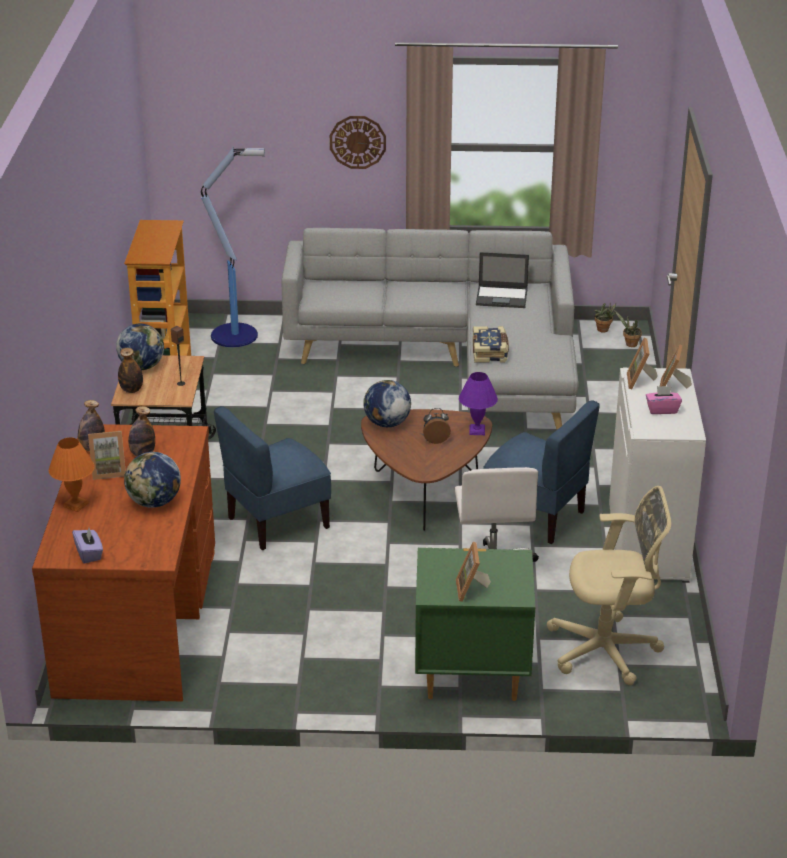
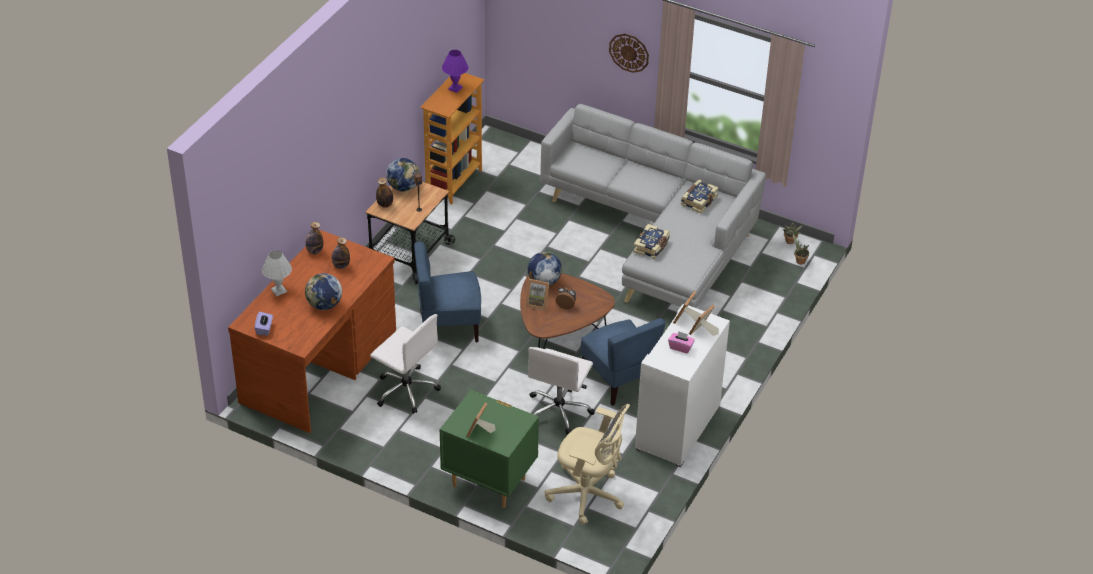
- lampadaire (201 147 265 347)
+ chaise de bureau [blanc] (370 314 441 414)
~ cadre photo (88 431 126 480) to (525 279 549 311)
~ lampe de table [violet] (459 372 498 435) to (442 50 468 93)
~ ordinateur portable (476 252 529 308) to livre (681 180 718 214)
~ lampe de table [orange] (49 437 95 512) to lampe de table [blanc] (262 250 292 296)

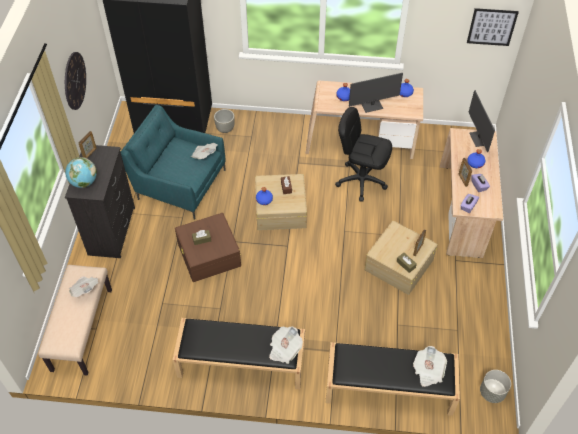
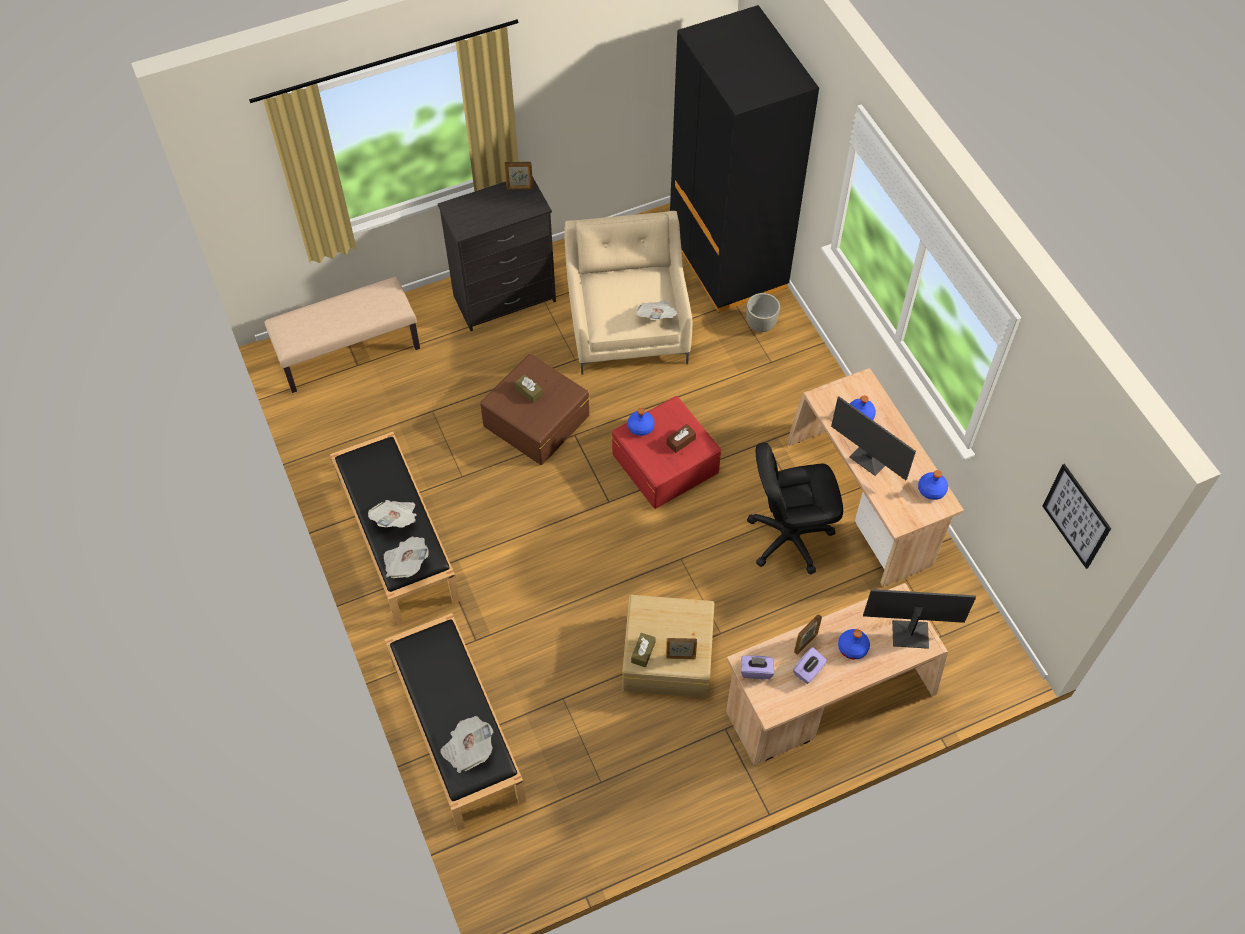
- horloge murale (65 52 86 110)
- globe (65 157 97 188)
- cache-pot [gris] (480 370 511 403)
~ journal (69 276 98 297) to (368 500 417 528)
~ fauteuil [turquoise] (120 105 226 220) to fauteuil [beige] (565 211 692 375)
~ boîte de rangement [beige] (255 174 307 230) to boîte de rangement [rouge] (612 396 721 509)
~ chaise de bureau [noir] (335 107 392 202) = (747 443 843 574) 90 degrees counterclockwise
~ écran d'ordinateur (469 90 495 152) = (863 589 976 649) 45 degrees clockwise

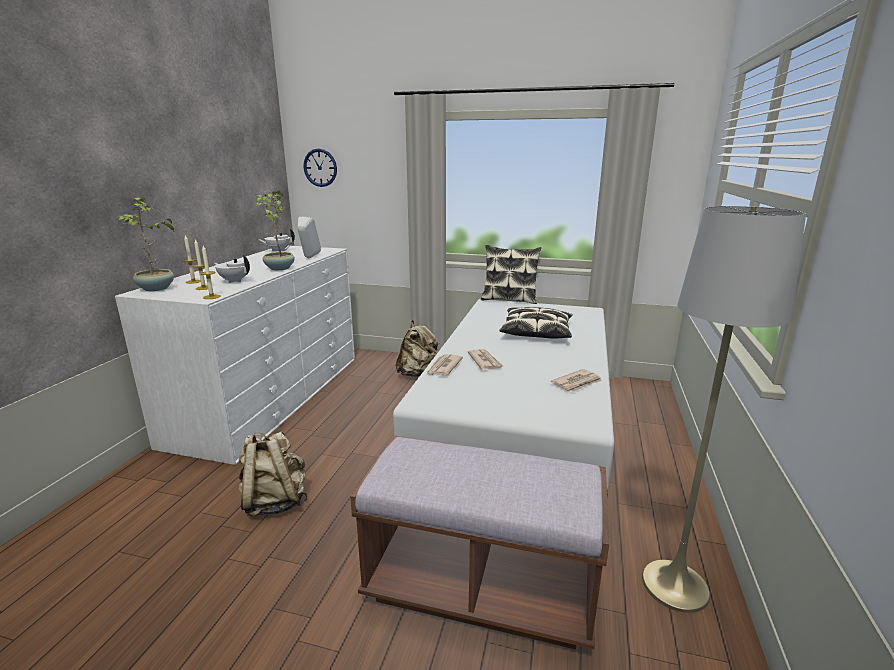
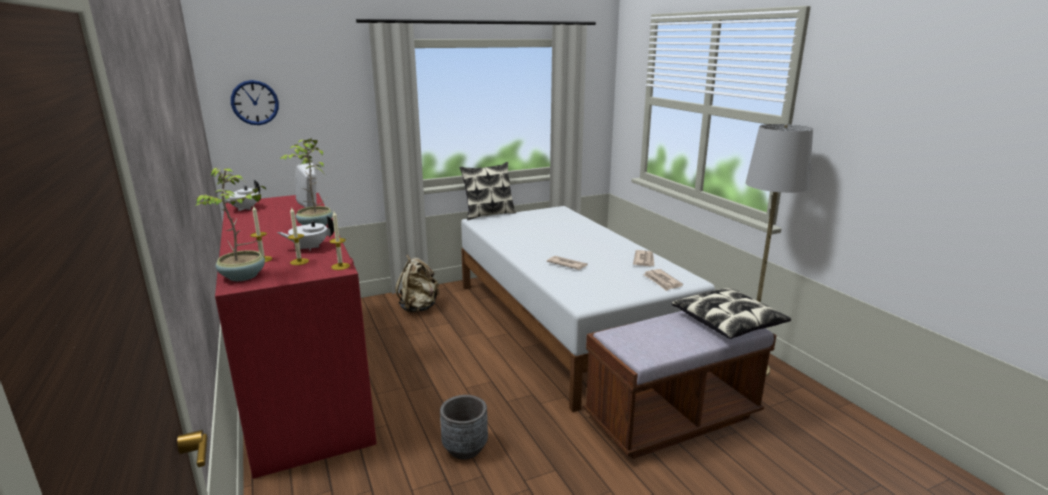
~ journal (426 354 463 376) to (643 269 683 291)
~ coussin (499 307 572 338) to (671 288 791 339)
~ sac à dos [beige] (238 431 307 517) to cache-pot [gris] (440 395 488 459)
~ commode [blanc] (115 246 355 465) to commode [rouge] (215 193 376 479)

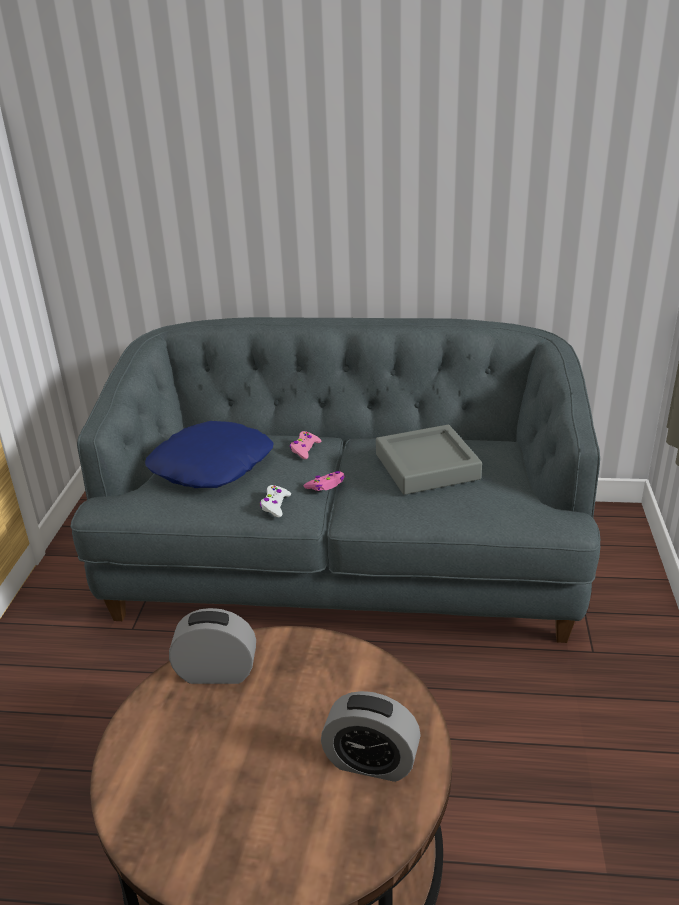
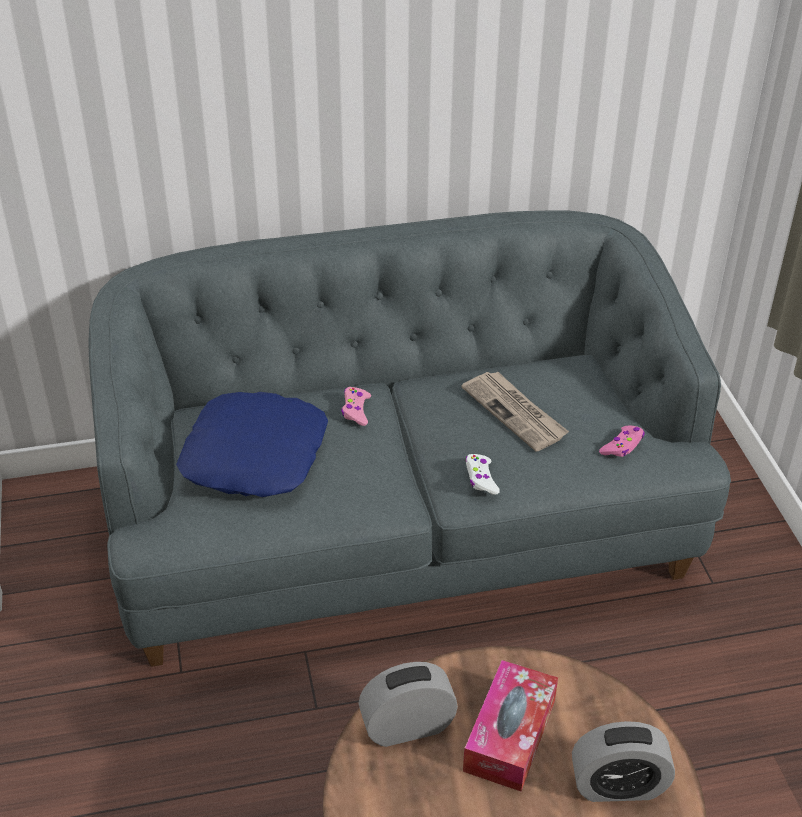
+ boîte à mouchoirs (463 660 558 791)
~ manette [blanc] (260 485 291 517) to (466 454 500 495)
~ manette [rose] (303 471 345 491) to (599 425 645 457)
~ plateau [gris] (376 425 482 495) to journal (462 372 569 451)

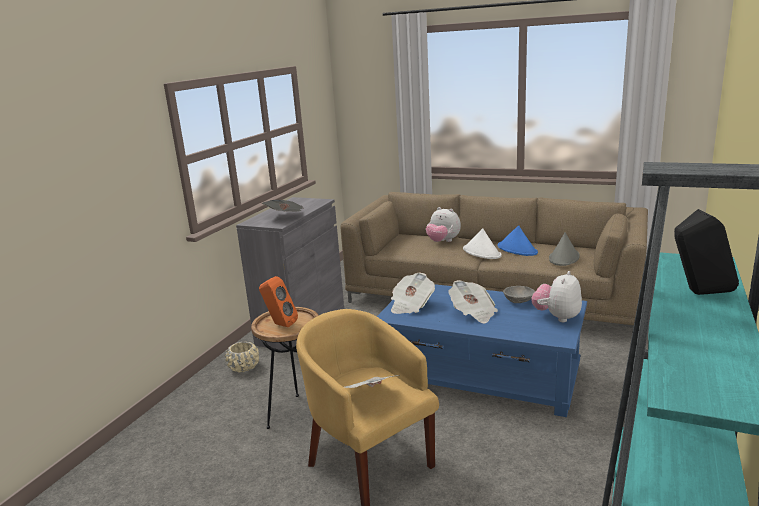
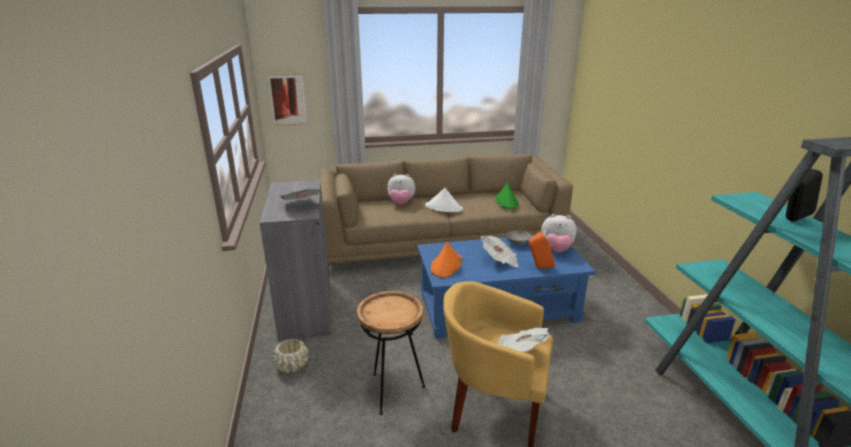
- chapeau [bleu] (497 225 538 256)
+ tableau (268 73 308 125)
~ enceinte [orange] (259 276 298 327) to (529 231 555 269)
~ journal (391 273 435 314) to chapeau [orange] (431 242 462 278)
~ chapeau [gris] (549 232 580 266) to chapeau [vert] (495 182 519 209)
~ peluche (531 271 582 322) = (541 214 577 253) 75 degrees counterclockwise

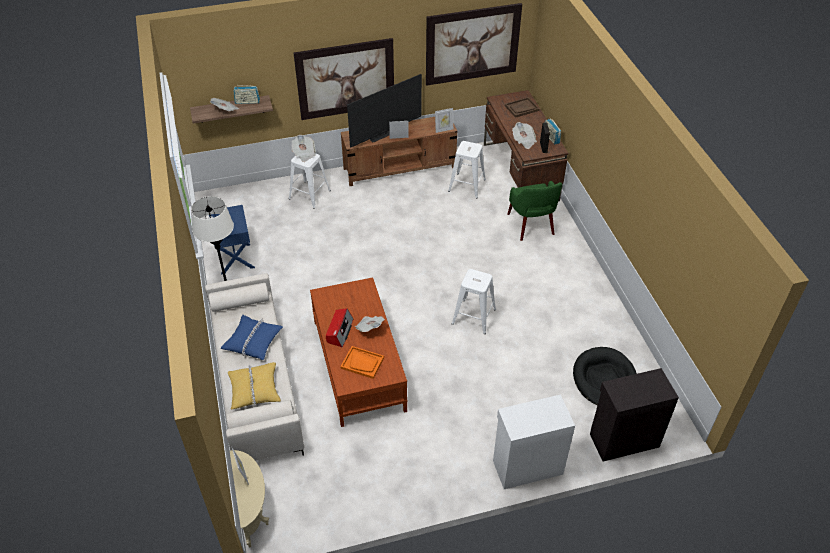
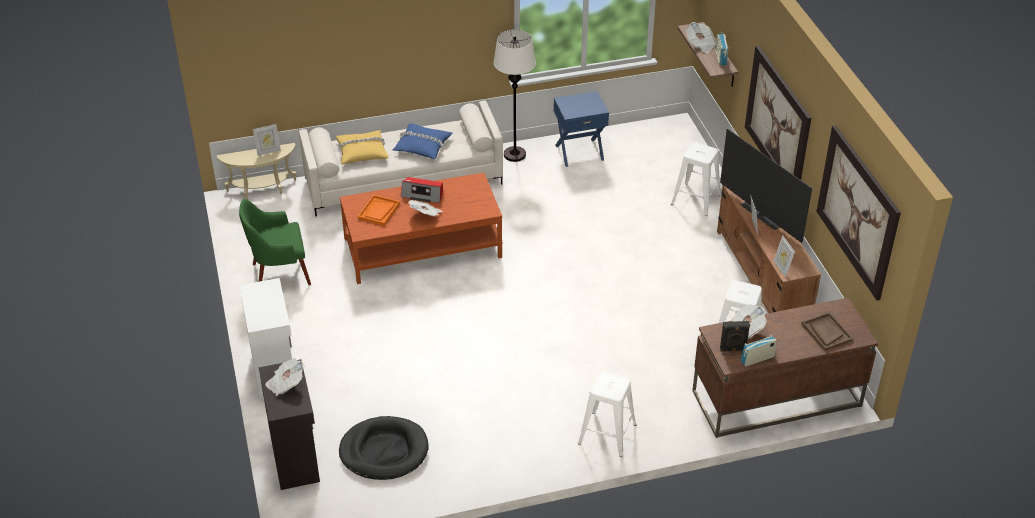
~ journal (291 135 316 162) to (266 358 304 396)
~ tabouret [blanc] (451 269 496 334) to (578 371 637 457)
~ fauteuil [vert] (507 181 562 241) to (239 199 311 285)

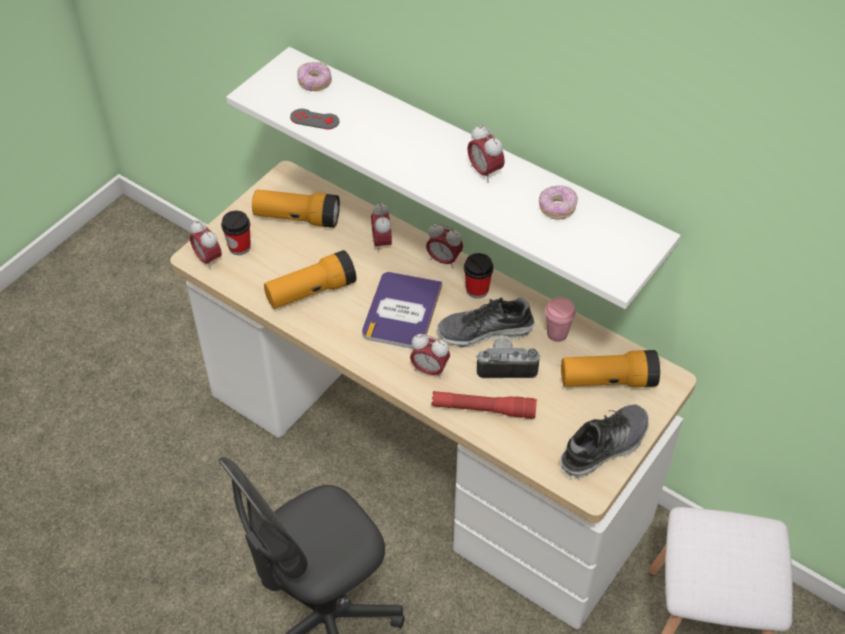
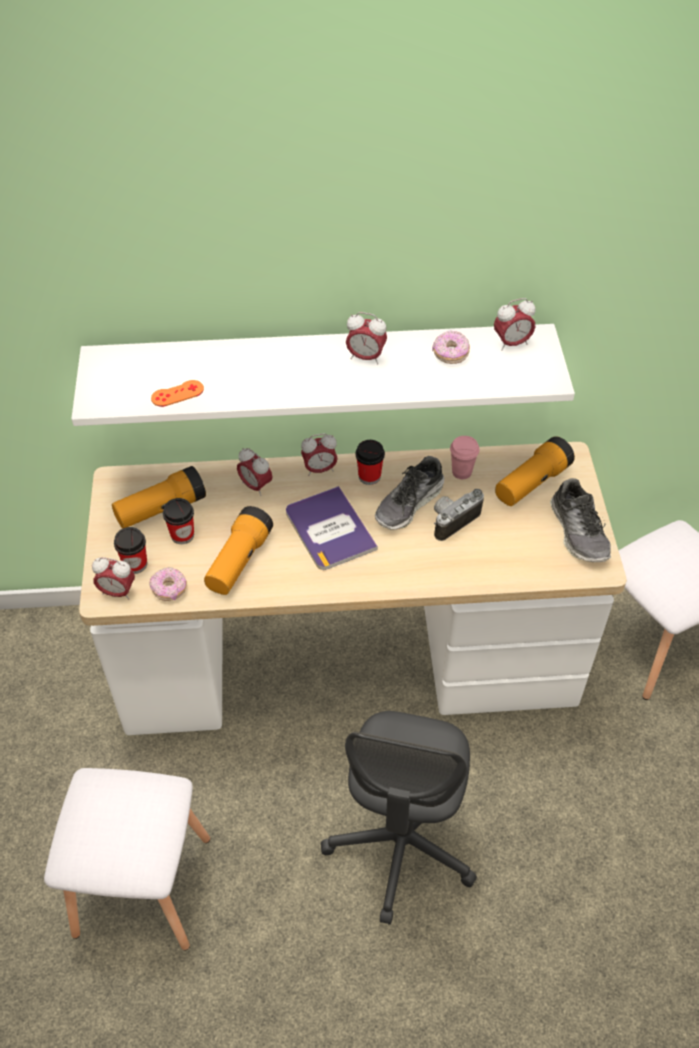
- lampe de poche [rouge] (431 391 537 419)
+ tabouret [blanc] (44 768 210 951)
+ tasse (163 498 194 544)
~ beignet (297 62 332 91) to (150 567 187 601)
~ réveil (410 334 450 379) to (494 298 536 351)
~ manette [gris] (290 109 339 129) to manette [orange] (151 380 204 407)
~ chaussure (560 404 650 479) = (550 478 611 562) 150 degrees clockwise

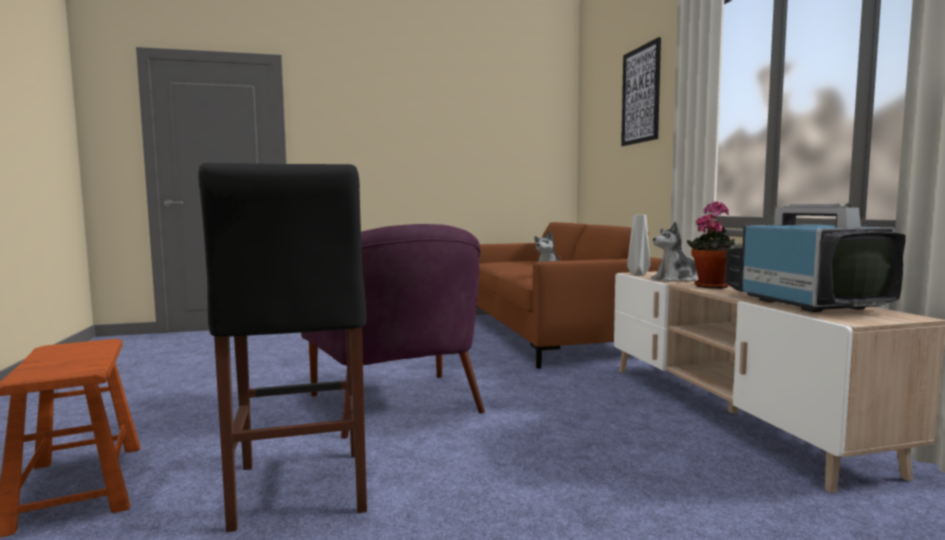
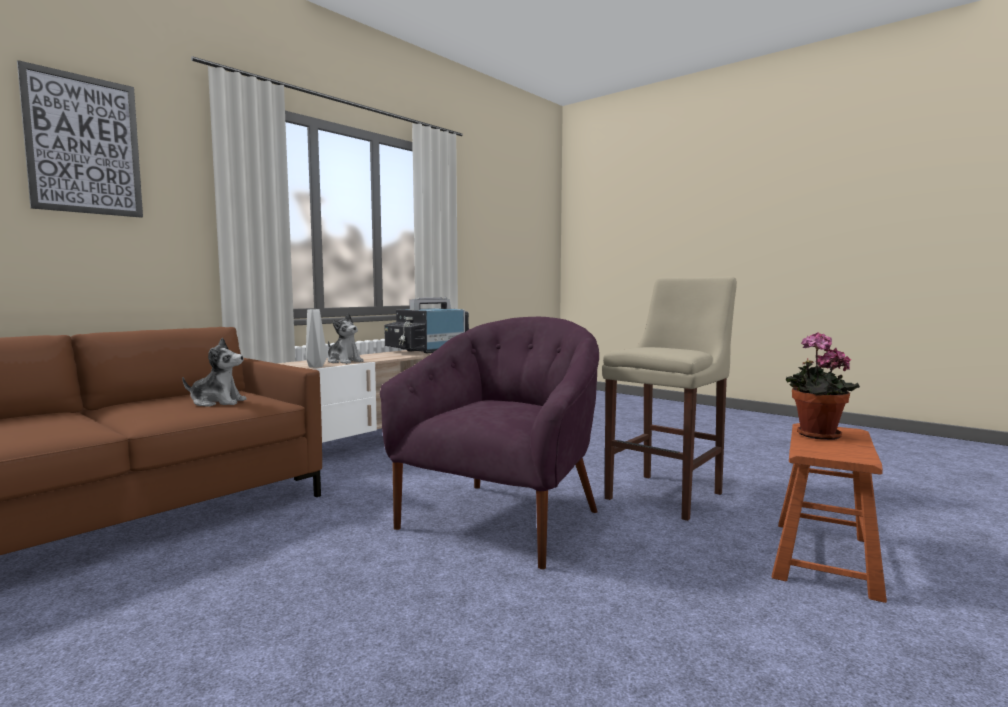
~ plante en pot (687 201 735 289) to (786 332 860 440)
~ tabouret [noir] (198 163 367 532) to tabouret [beige] (602 277 737 521)

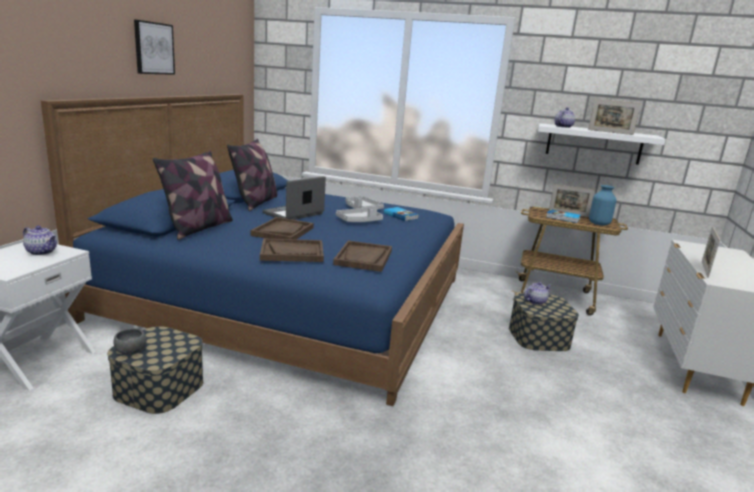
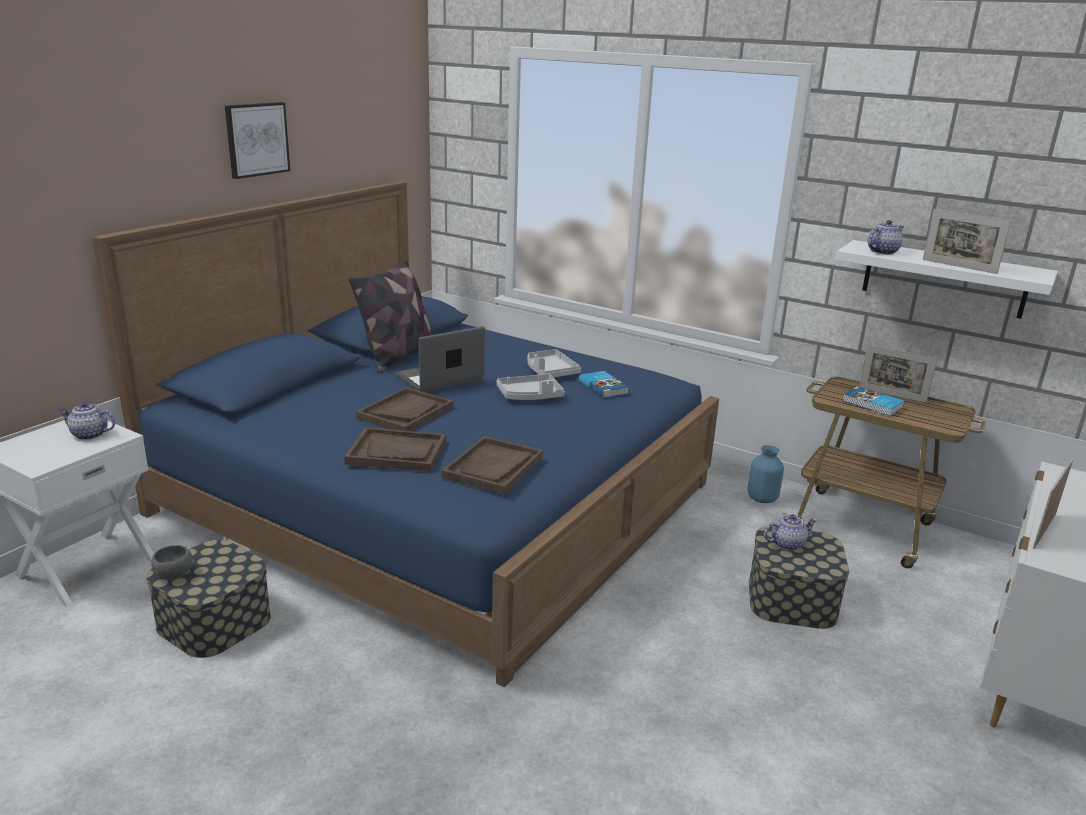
- coussin (153 151 233 240)
~ vase [bleu] (589 185 617 226) to (748 445 784 503)
~ théière (23 226 57 255) = (58 402 115 440) 150 degrees clockwise

